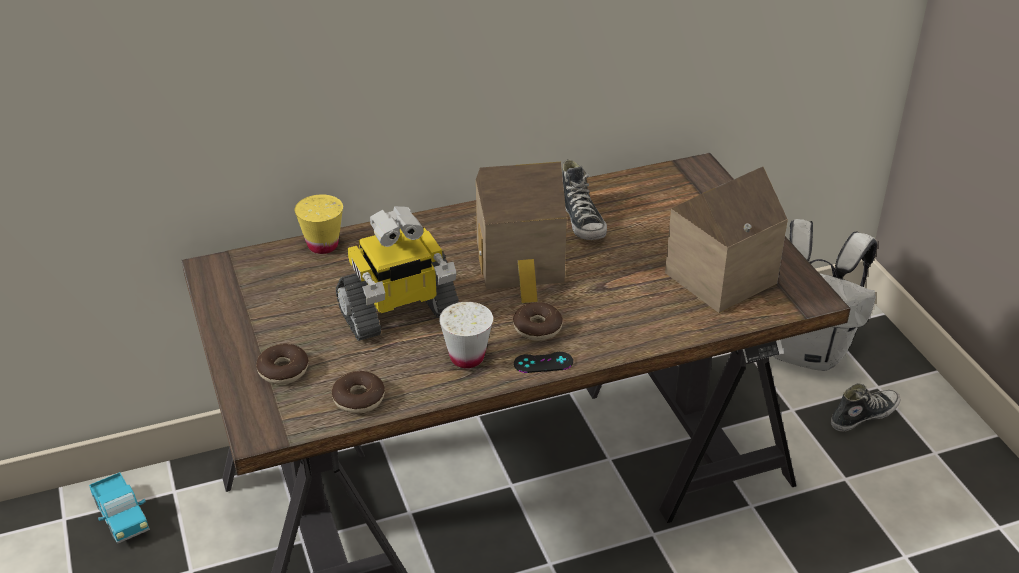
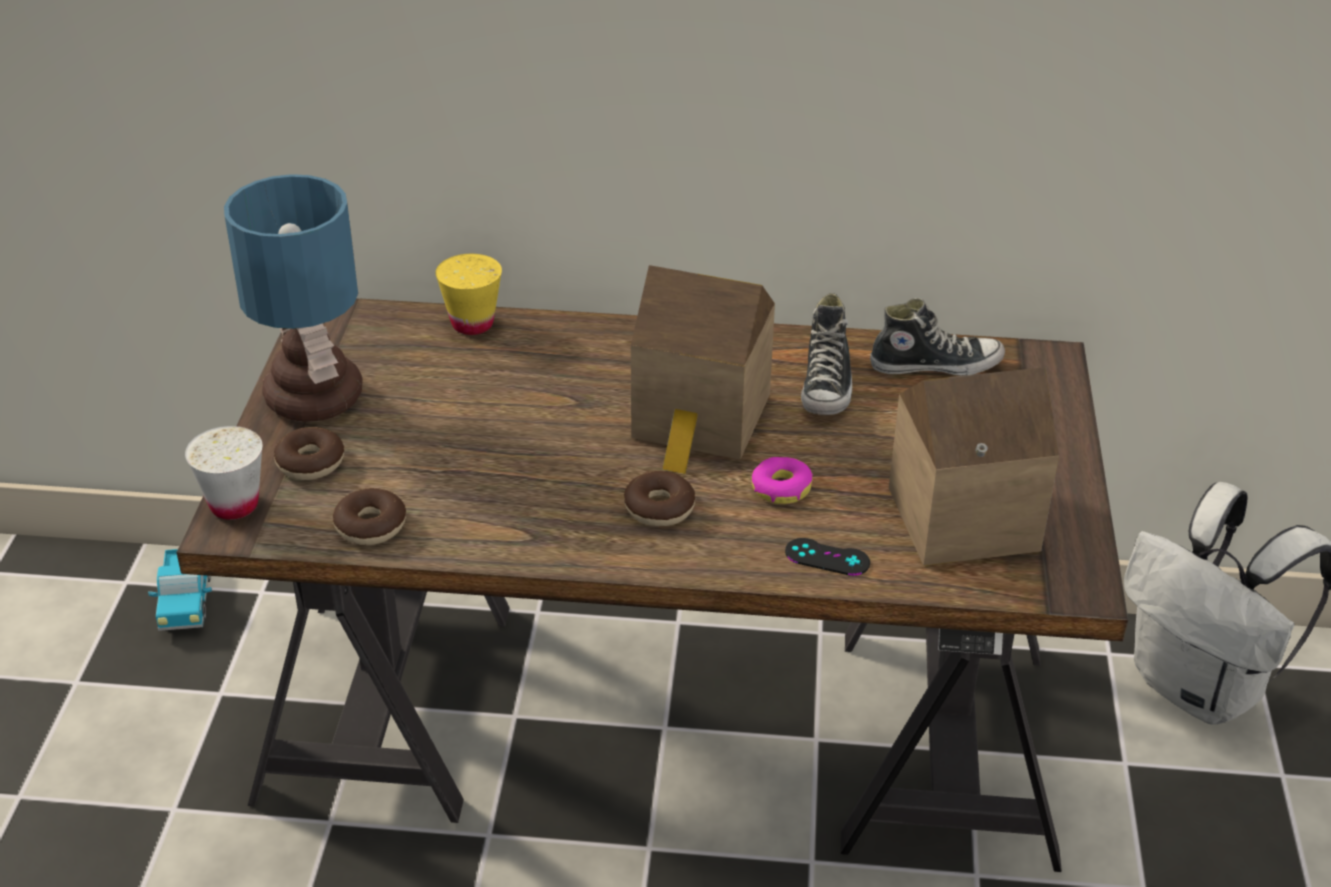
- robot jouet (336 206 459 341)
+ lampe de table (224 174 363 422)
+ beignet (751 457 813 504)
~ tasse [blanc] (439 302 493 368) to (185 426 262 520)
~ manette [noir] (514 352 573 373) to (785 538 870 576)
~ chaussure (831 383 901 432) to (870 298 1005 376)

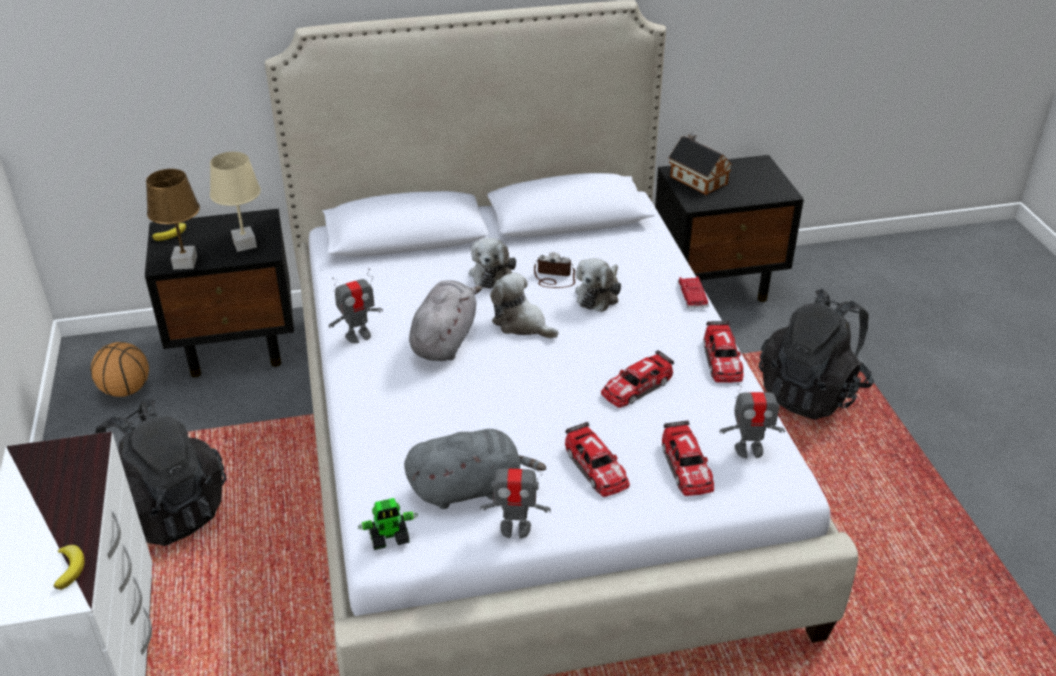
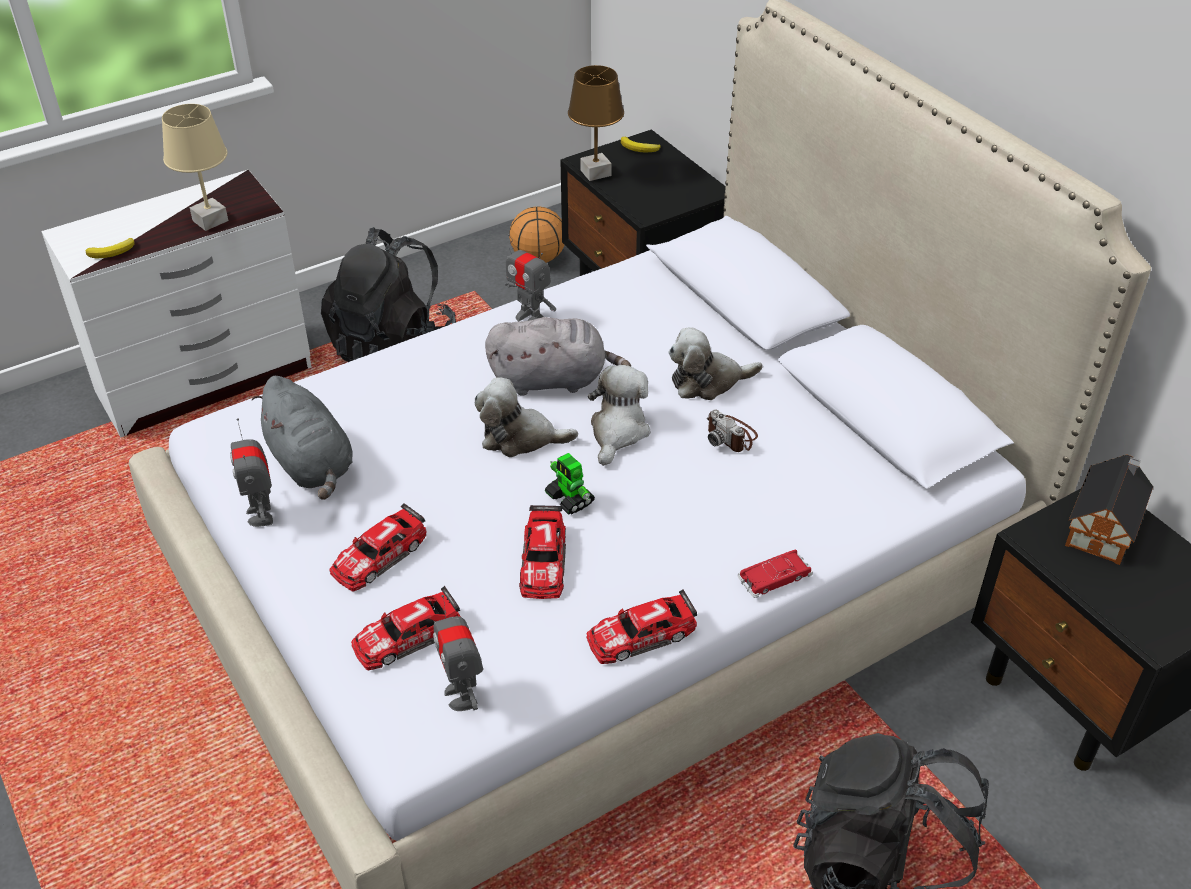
~ lampe de table [beige] (210 152 261 252) to (162 104 228 231)
~ robot jouet (358 498 418 550) to (545 453 595 515)
~ peluche (575 258 621 312) to (475 377 578 457)
~ appareil photo (534 252 575 288) = (707 409 758 452) 150 degrees clockwise
~ petite voiture (601 350 674 408) = (519 505 566 599) 120 degrees counterclockwise

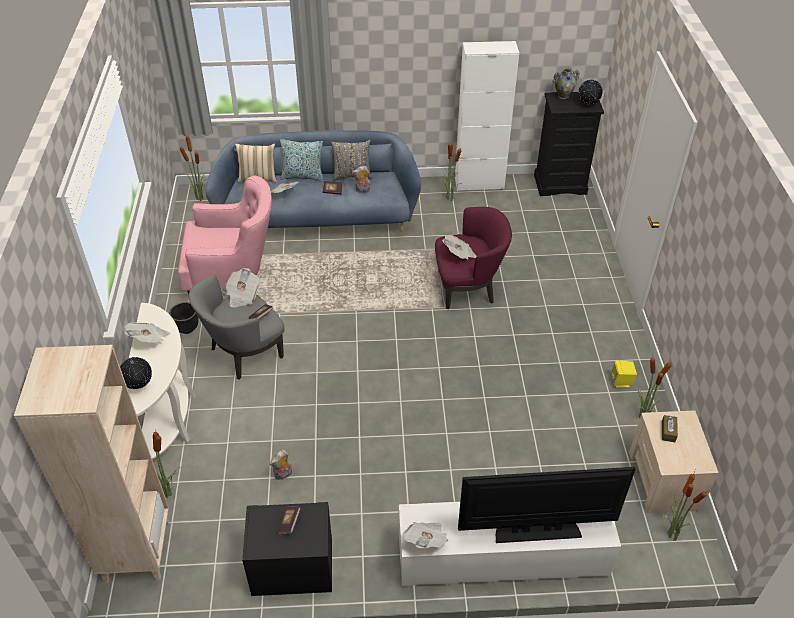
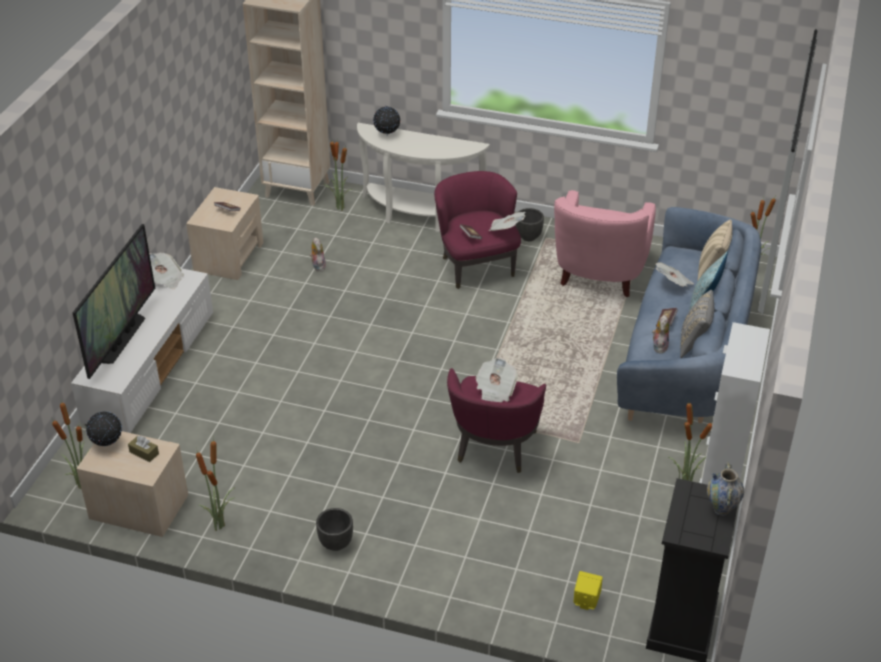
- journal (124 322 170 343)
+ cache-pot [noir] (316 508 353 551)
~ globe (578 79 603 105) to (86 411 122 446)
~ enceinte [jaune] (611 361 637 388) to (574 571 603 610)
~ fauteuil [gris] (189 275 285 380) to fauteuil [violet] (434 171 521 289)
~ table de chevet [noir] (242 502 332 596) to table de chevet [beige] (186 187 264 280)

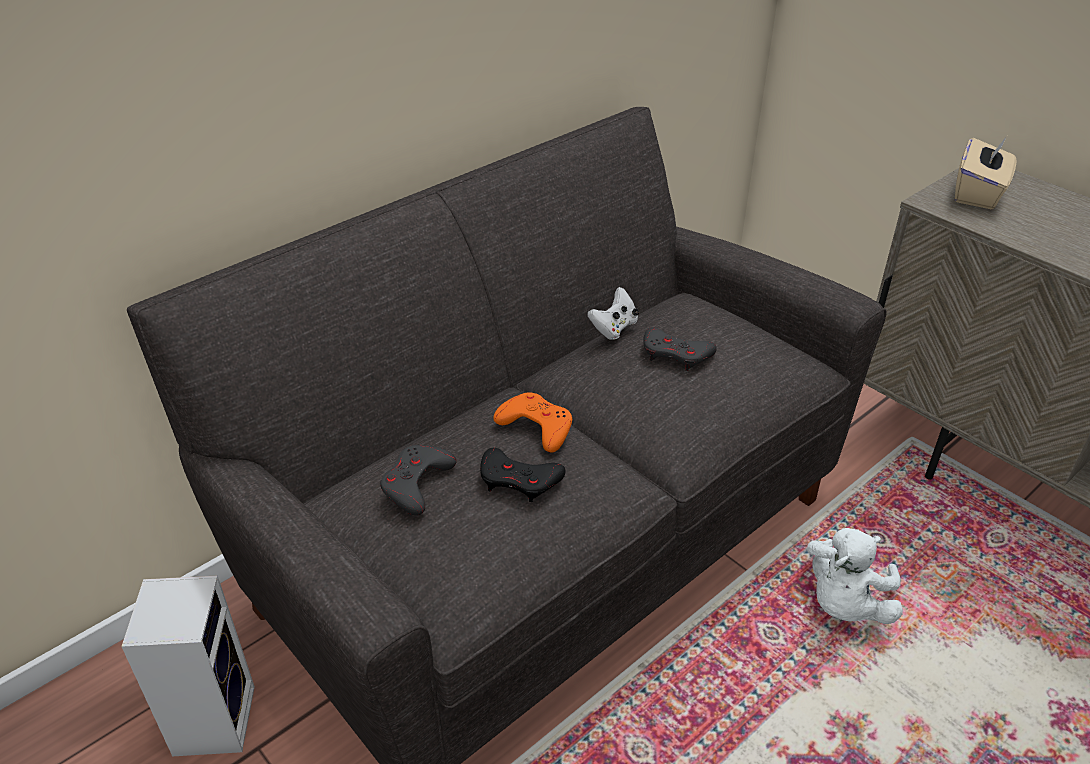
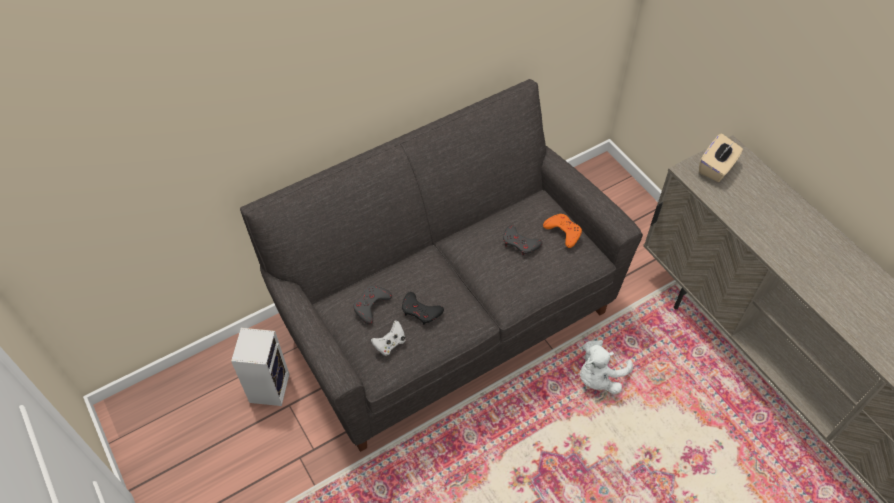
~ manette [orange] (493 393 572 453) to (543 214 582 248)
~ manette [blanc] (587 287 639 340) to (371 320 405 356)

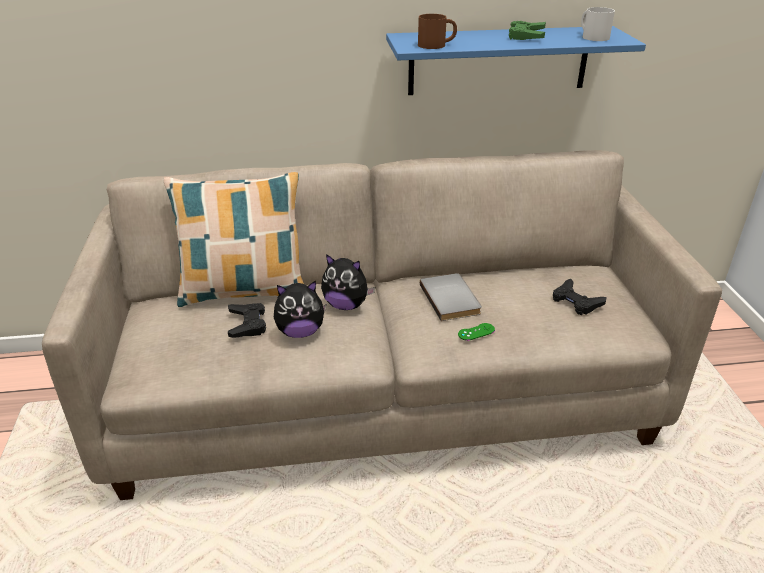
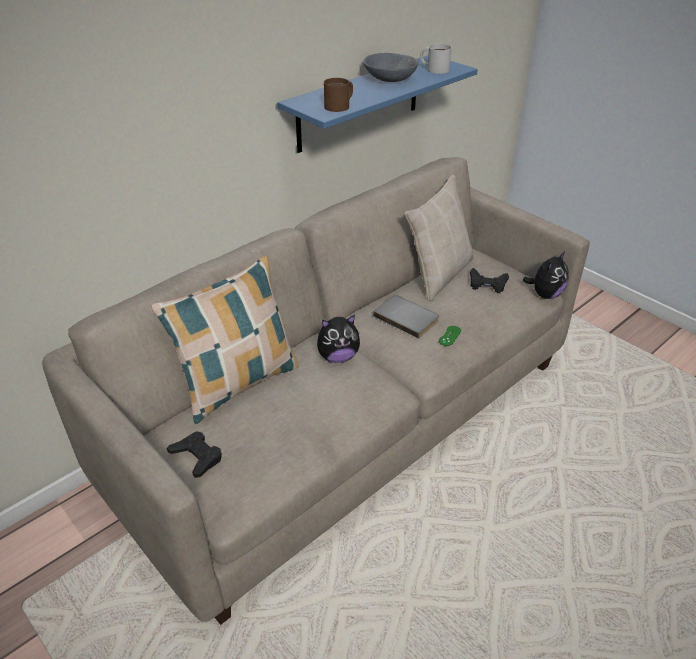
+ coussin [beige] (405 175 474 301)
~ manette [noir] (228 303 266 338) to (167 431 222 478)
~ peluche (274 281 326 338) to (523 251 569 299)
~ manette [vert] (509 21 546 40) to bol [gris] (363 53 418 82)

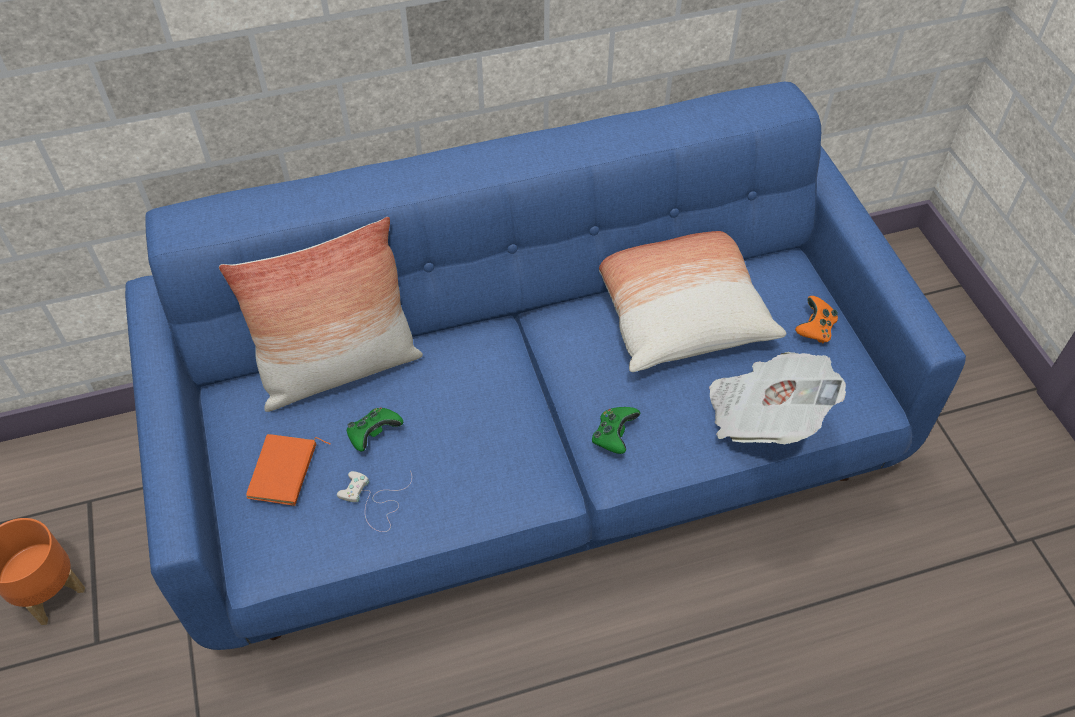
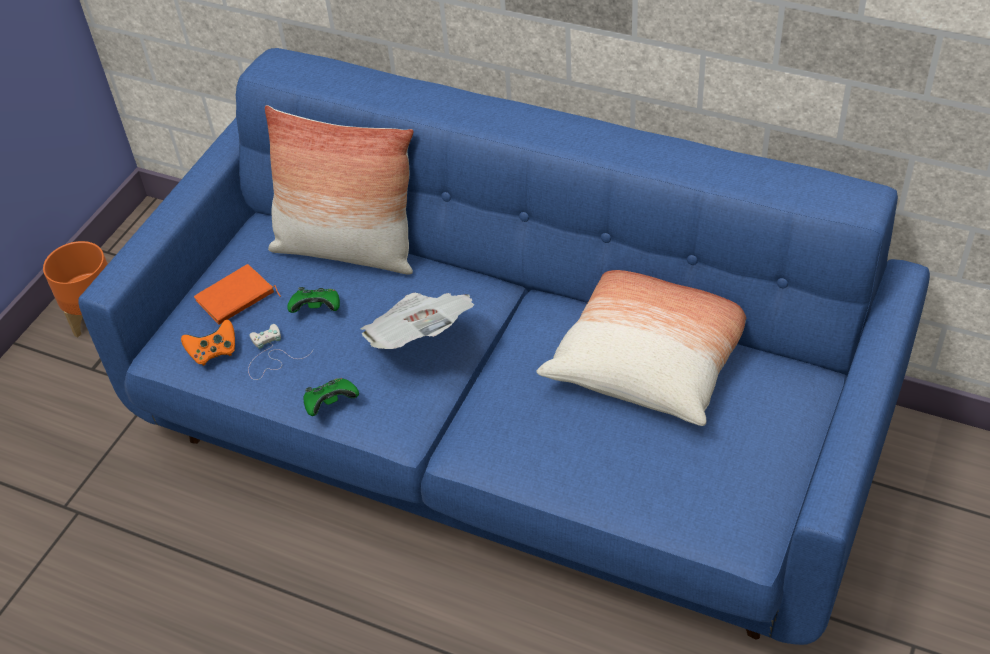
~ manette [vert] (592 407 640 454) to (304 378 359 416)
~ journal (709 352 846 444) to (360 293 474 349)
~ manette [orange] (795 296 838 343) to (181 320 235 366)

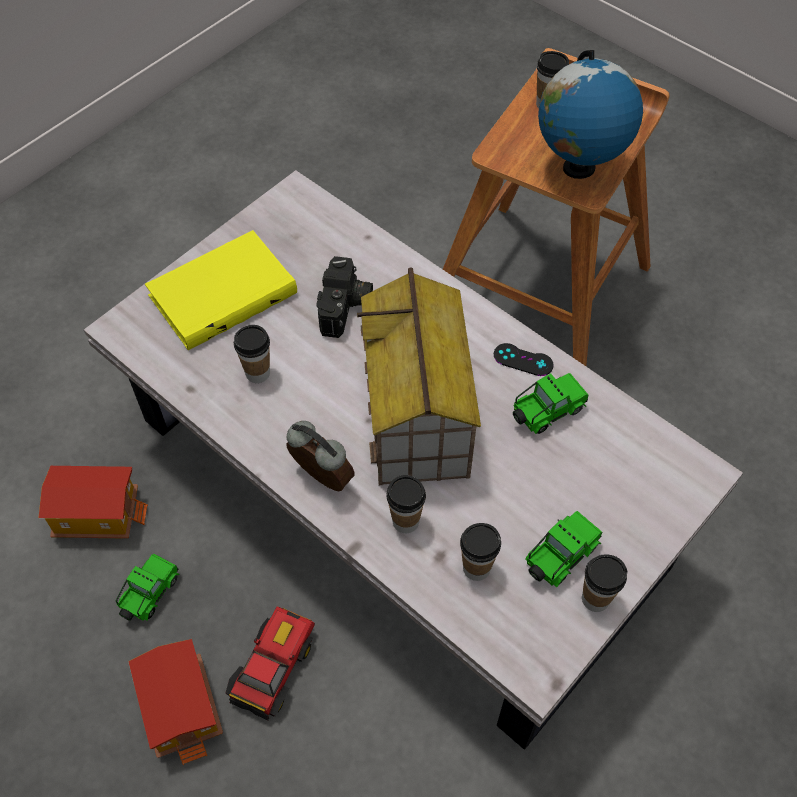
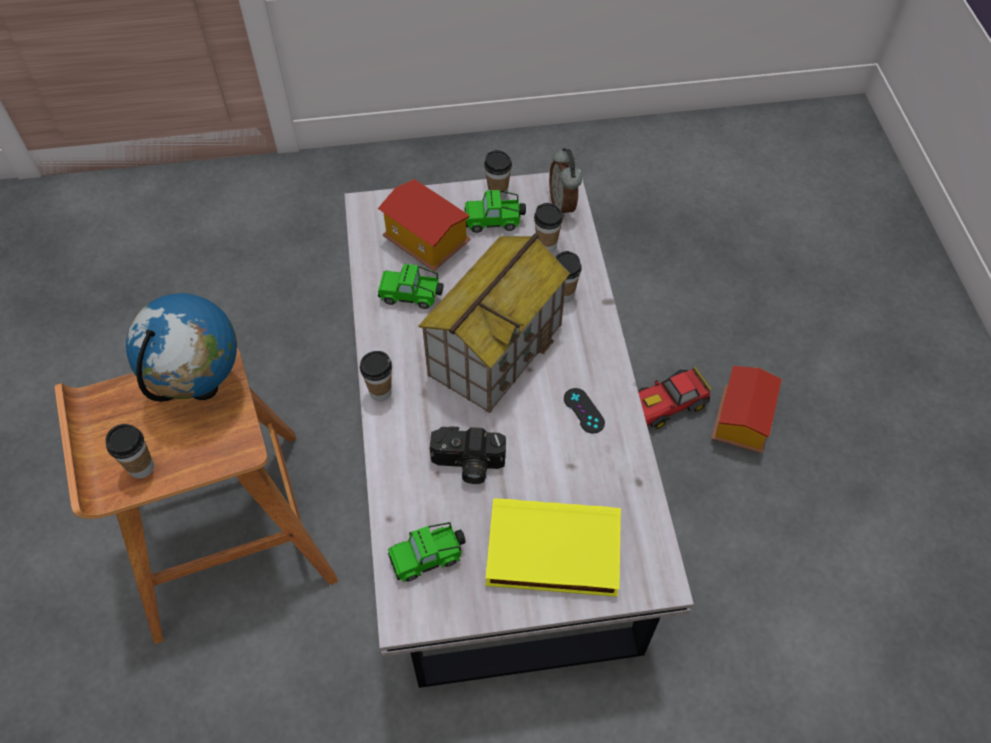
~ maison miniature (39 466 148 539) to (378 179 471 271)
~ petite voiture (116 554 179 621) to (388 522 465 582)
~ tasse (234 325 270 383) to (360 351 392 402)
~ réveil (286 421 355 491) to (549 148 582 218)
~ manette [noir] (494 343 554 376) to (564 388 605 434)
~ appareil photo (316 256 373 338) = (430 426 506 484) 135 degrees counterclockwise

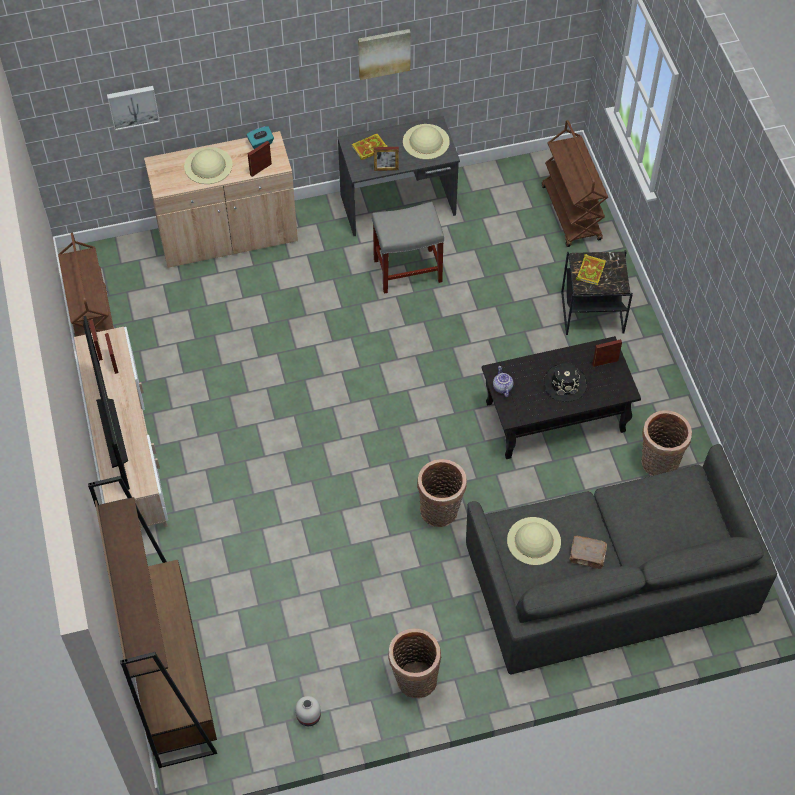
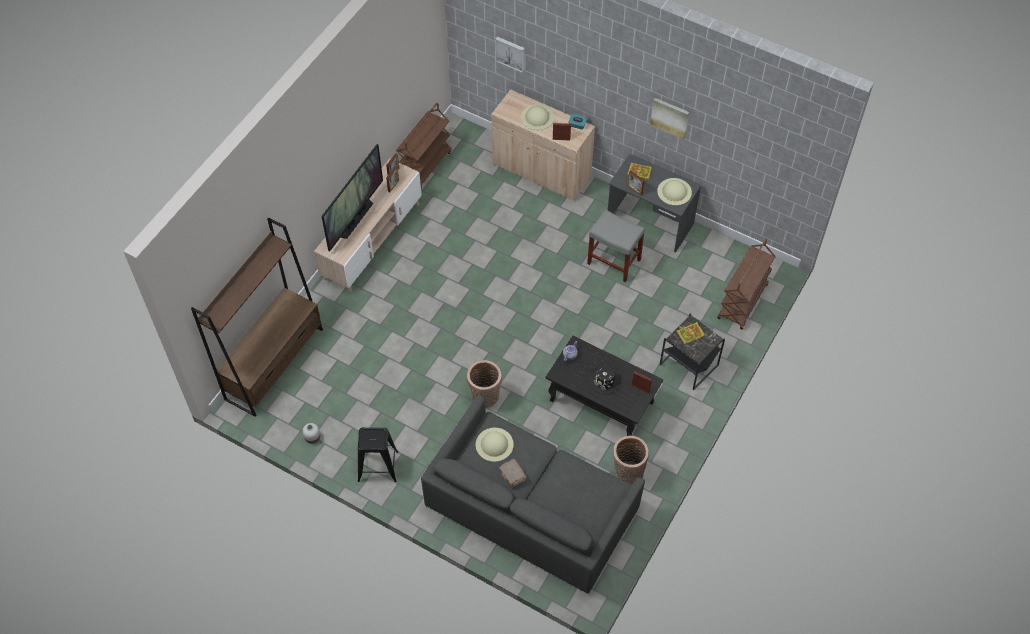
~ panier (388 628 442 698) to tabouret [noir] (358 428 398 482)

